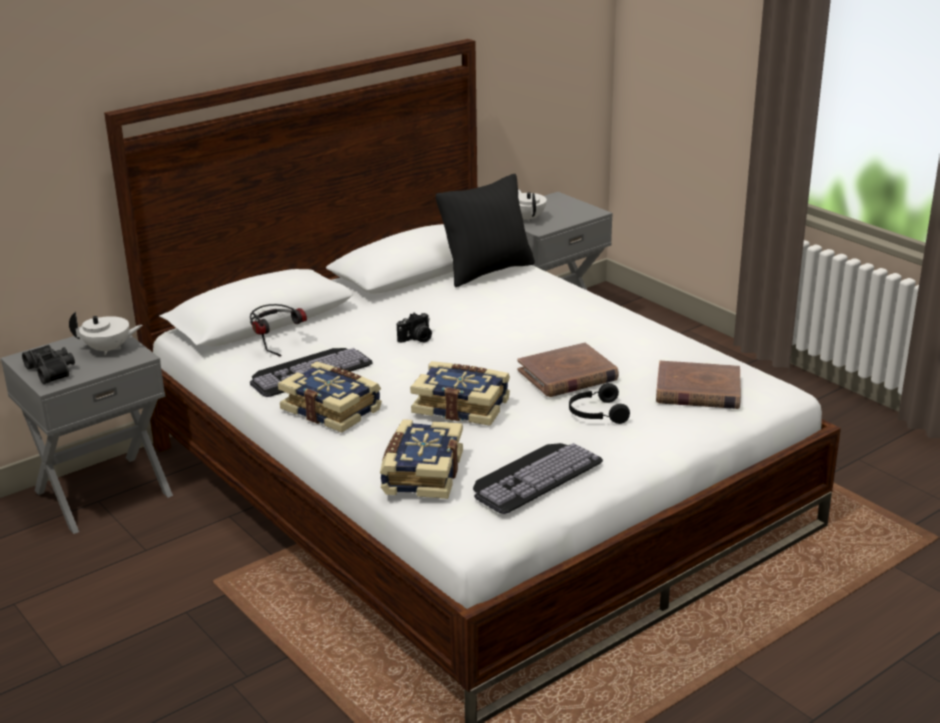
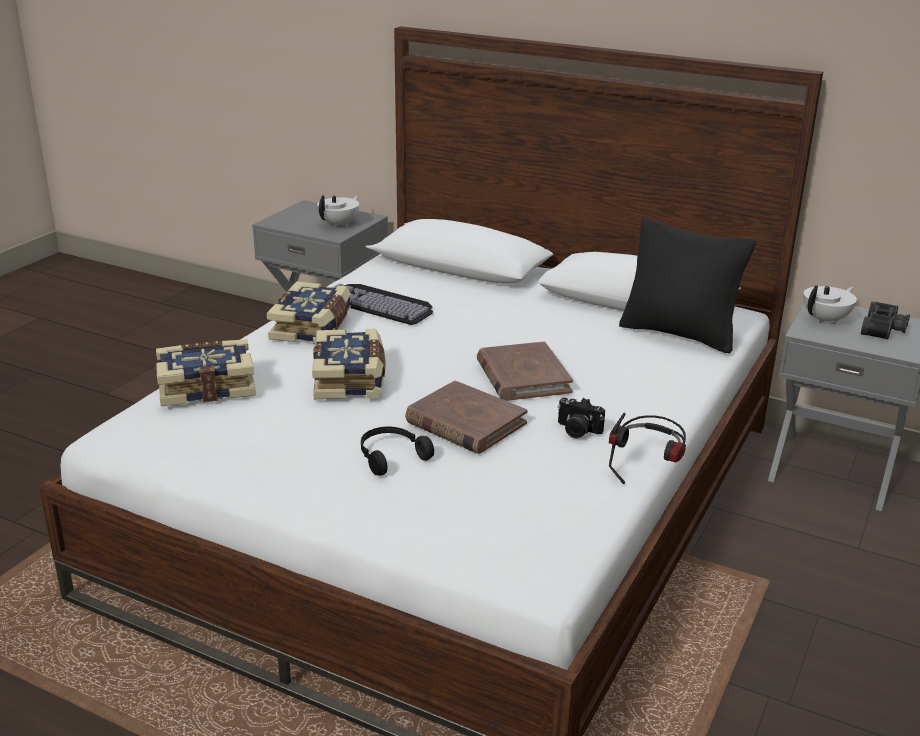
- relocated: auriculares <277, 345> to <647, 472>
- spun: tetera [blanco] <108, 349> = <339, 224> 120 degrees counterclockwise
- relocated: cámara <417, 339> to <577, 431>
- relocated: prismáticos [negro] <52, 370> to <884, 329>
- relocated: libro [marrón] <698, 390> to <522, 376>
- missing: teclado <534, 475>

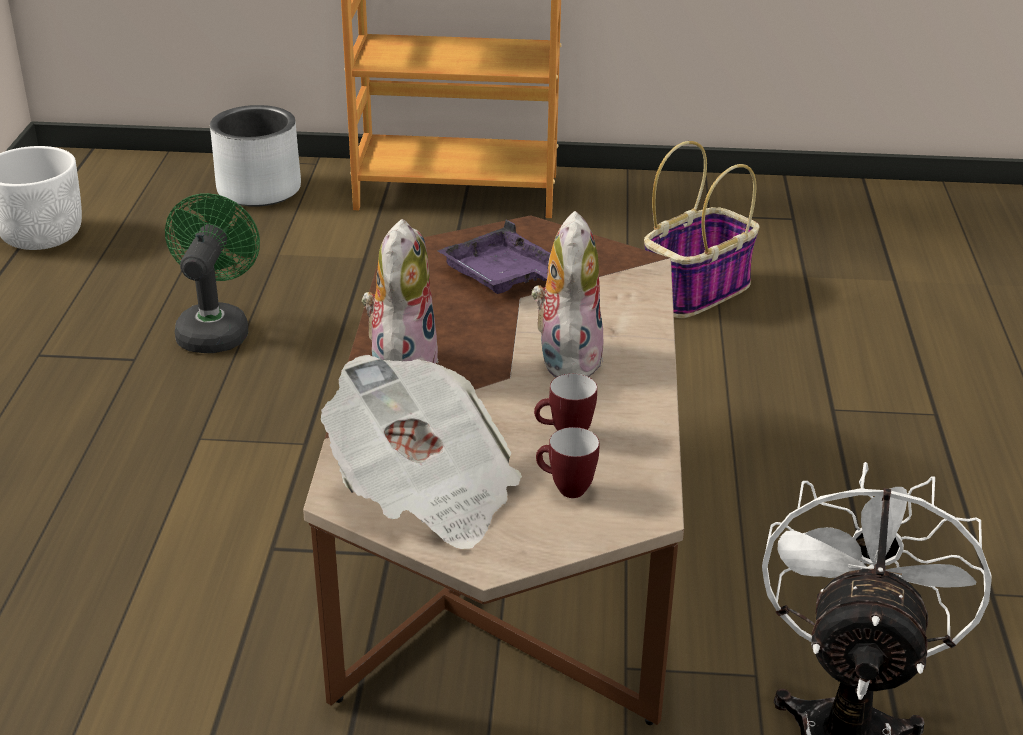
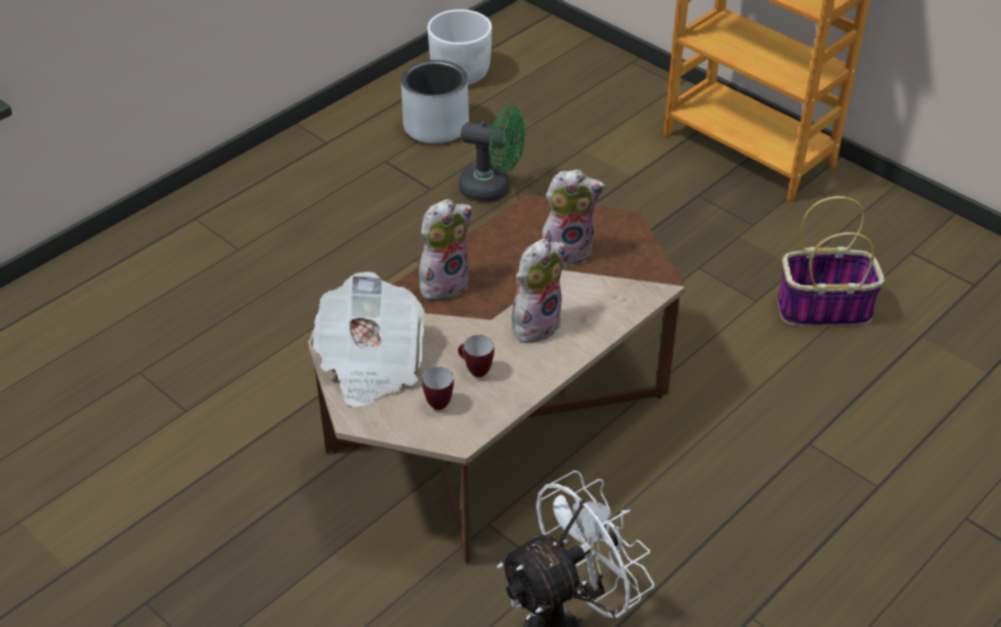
- relocated: maceta [gris] <259, 190> to <436, 126>
- spun: ventilador [verde] <215, 329> = <493, 189> 60 degrees clockwise
- exchanged: bandeja [morado] <503, 277> to peluche <567, 250>

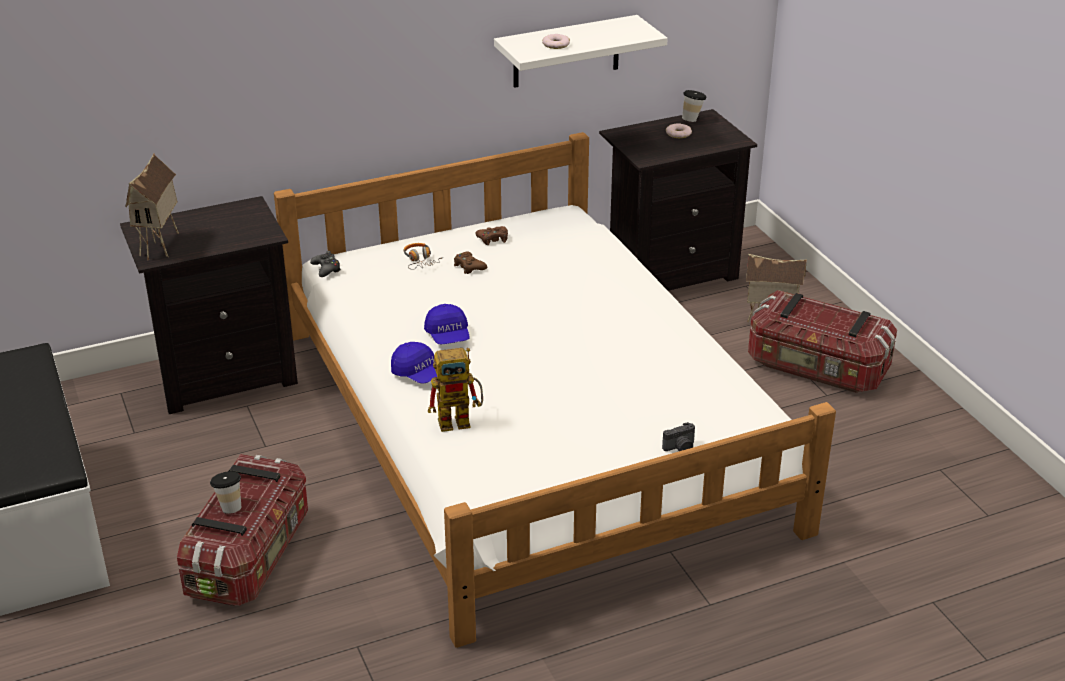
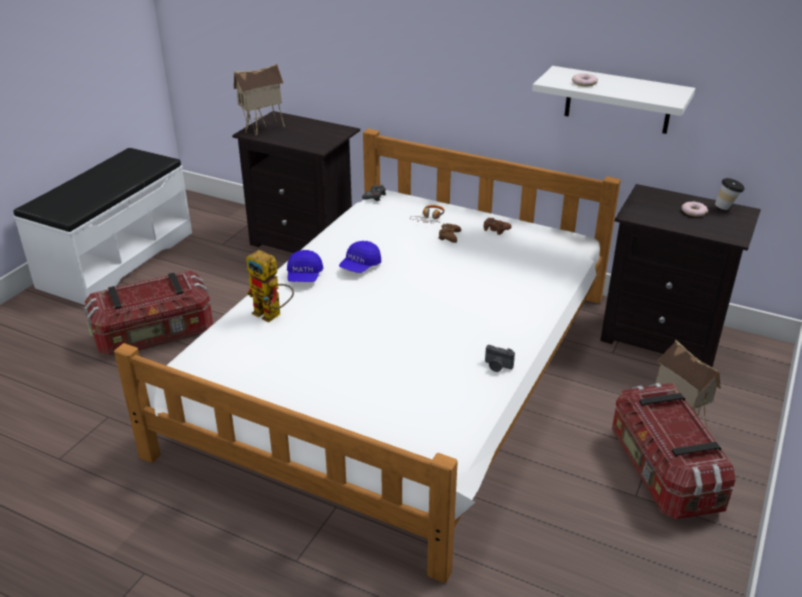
- relocated: cámara <680, 448> to <497, 366>
- missing: taza <229, 506>

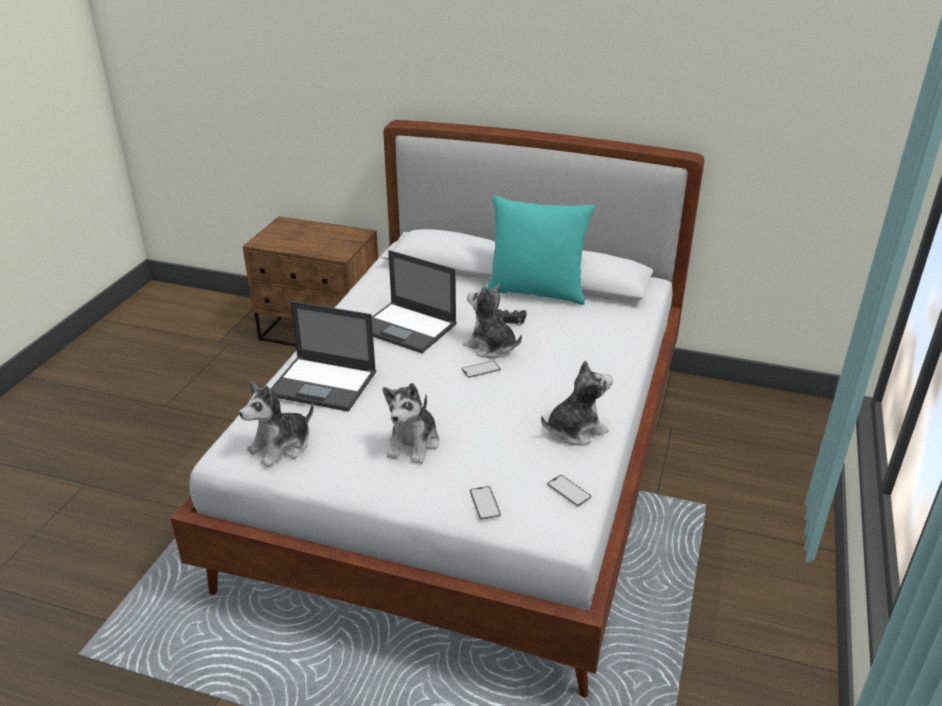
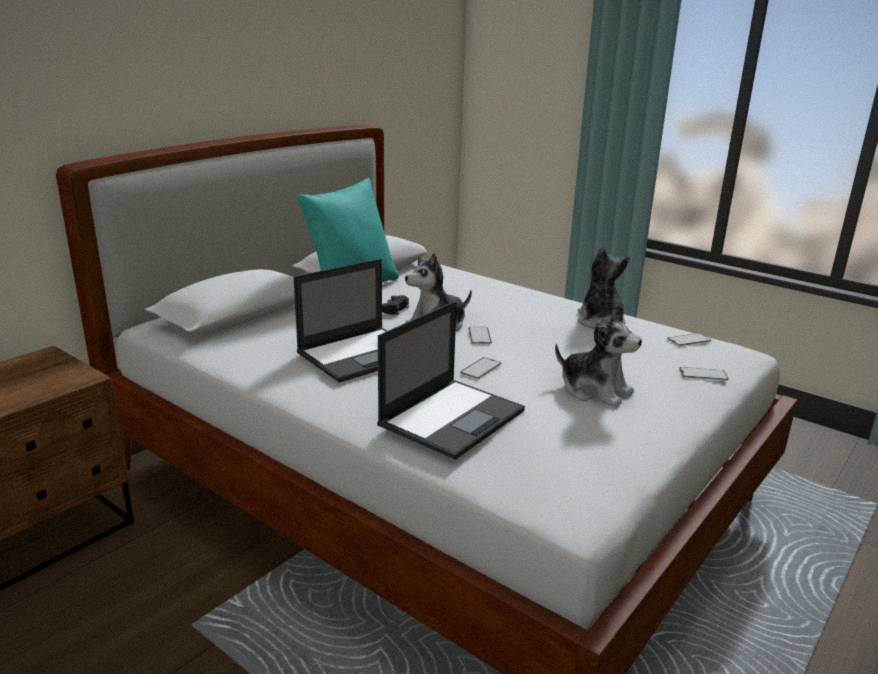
- missing: peluche <281, 447>
- appeared: móvil <481, 368>

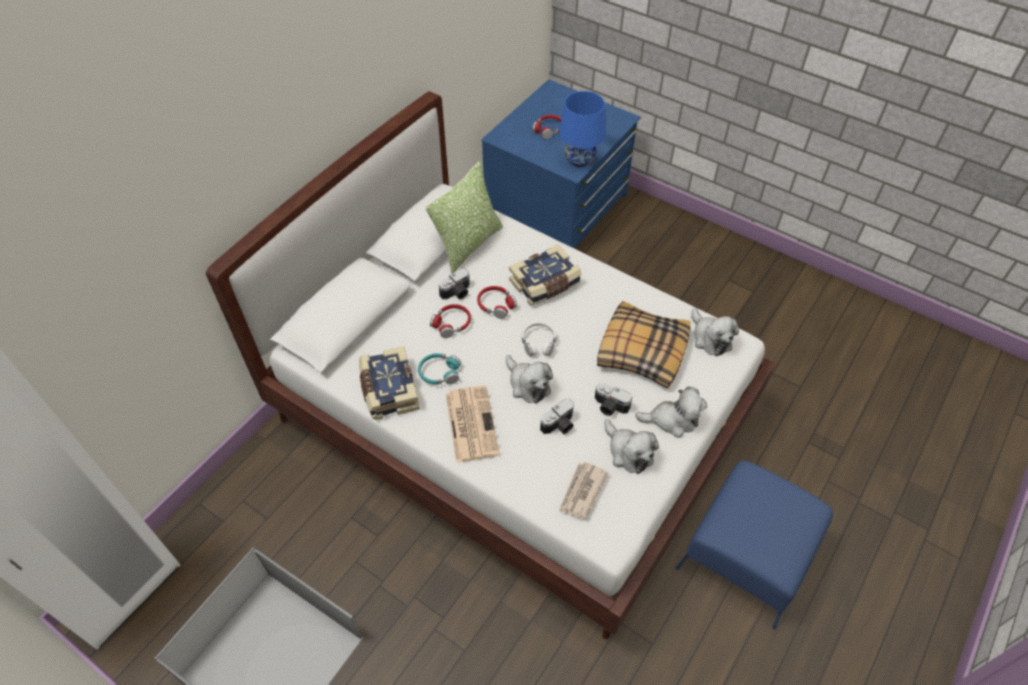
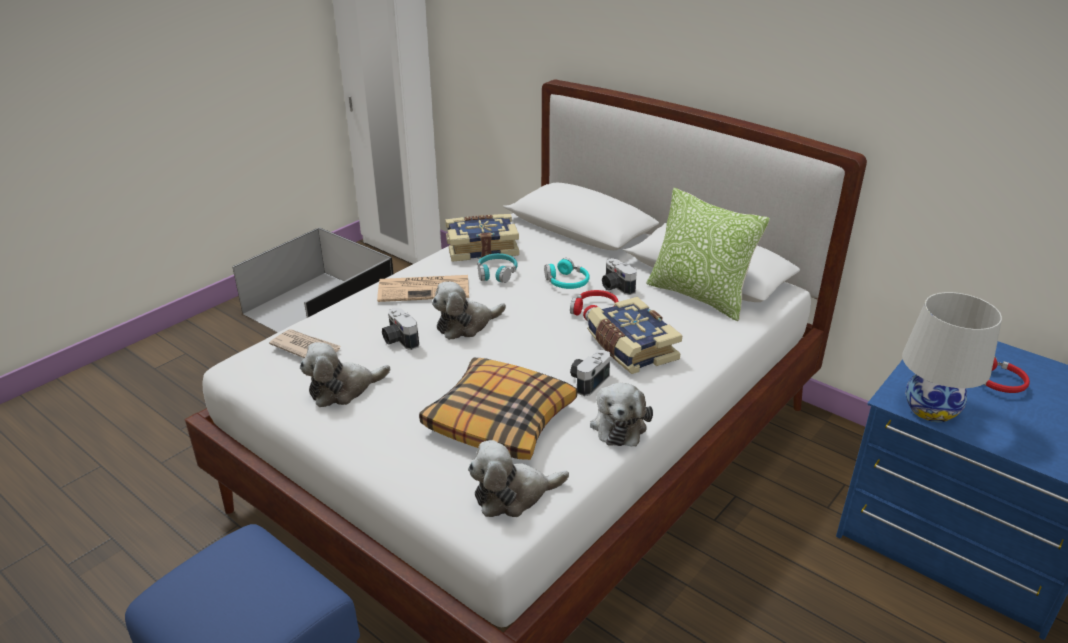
- colour: lámpara de mesa [azul] <579, 159> to lámpara de mesa [blanco] <931, 409>
- colour: auriculares [rojo] <451, 324> to auriculares [turquesa] <566, 282>
- missing: auriculares [blanco] <538, 342>
- relocated: cámara <610, 407> to <587, 380>
- relocated: peluche <672, 420> to <619, 424>

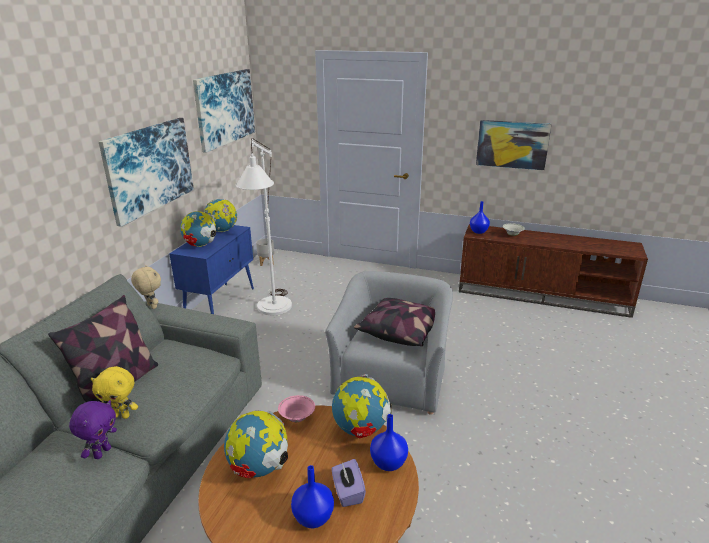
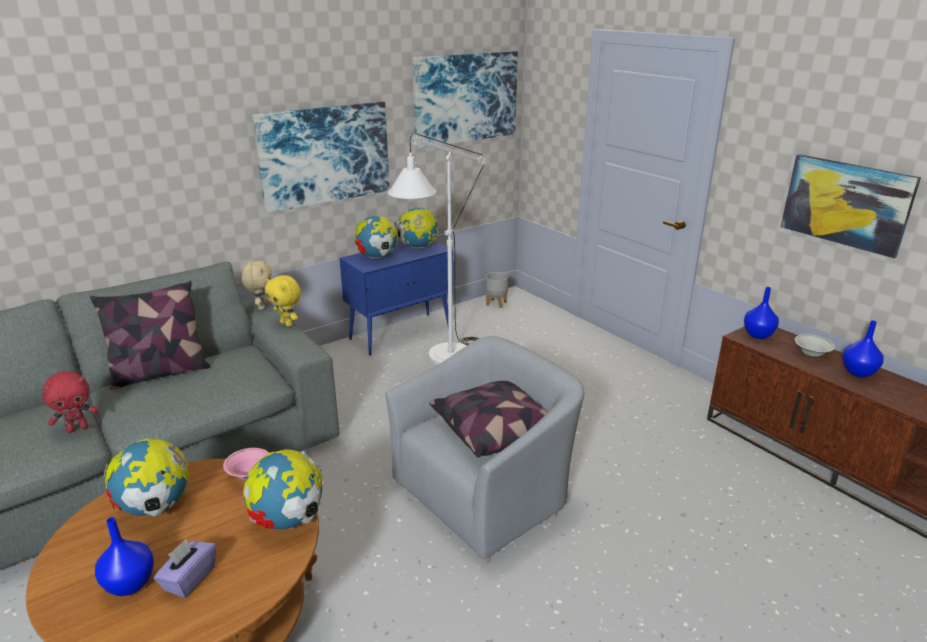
- relocated: peluche [amarillo] <122, 415> to <287, 324>
- colour: peluche [morado] <102, 452> to peluche [rojo] <78, 428>
- relocated: florero [azul] <388, 462> to <857, 372>

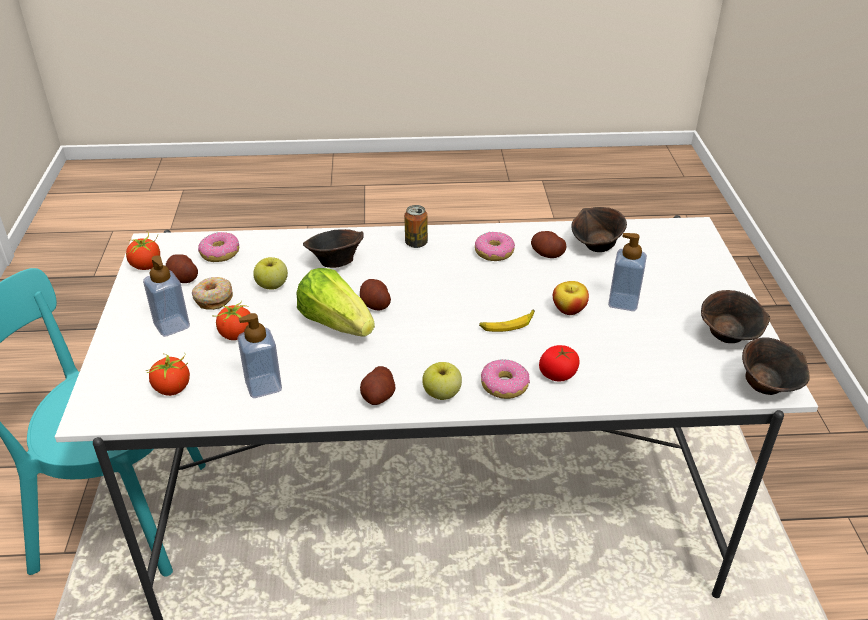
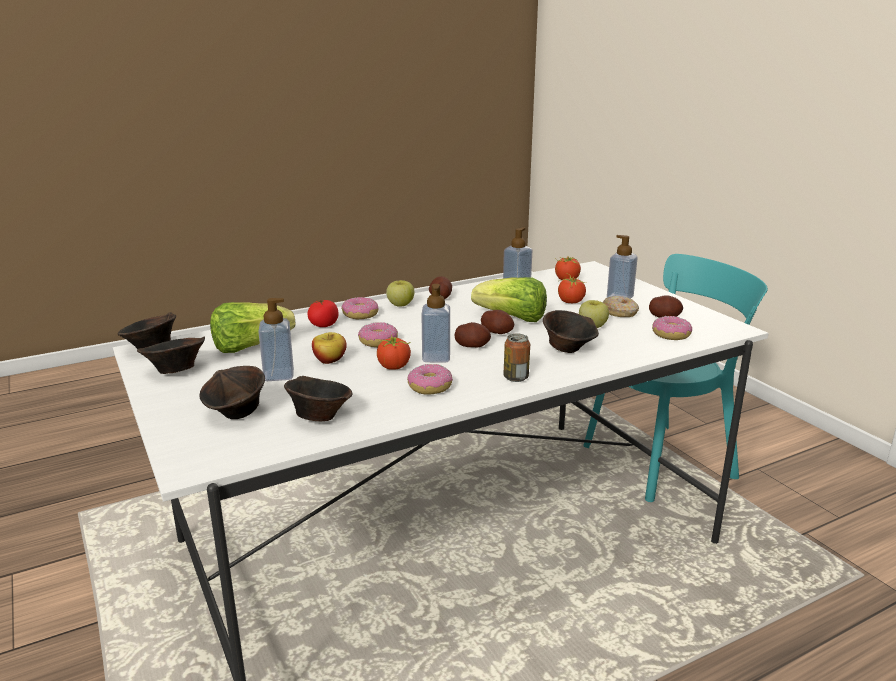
- relocated: tomate <146, 265> to <394, 367>
- relocated: patata <547, 254> to <472, 346>
- exchanged: plátano <507, 325> to rosquilla <378, 342>
- appeared: dispensador de jabón <436, 357>
- appeared: lechuga <250, 347>
- appeared: cuenco [marrón] <236, 413>

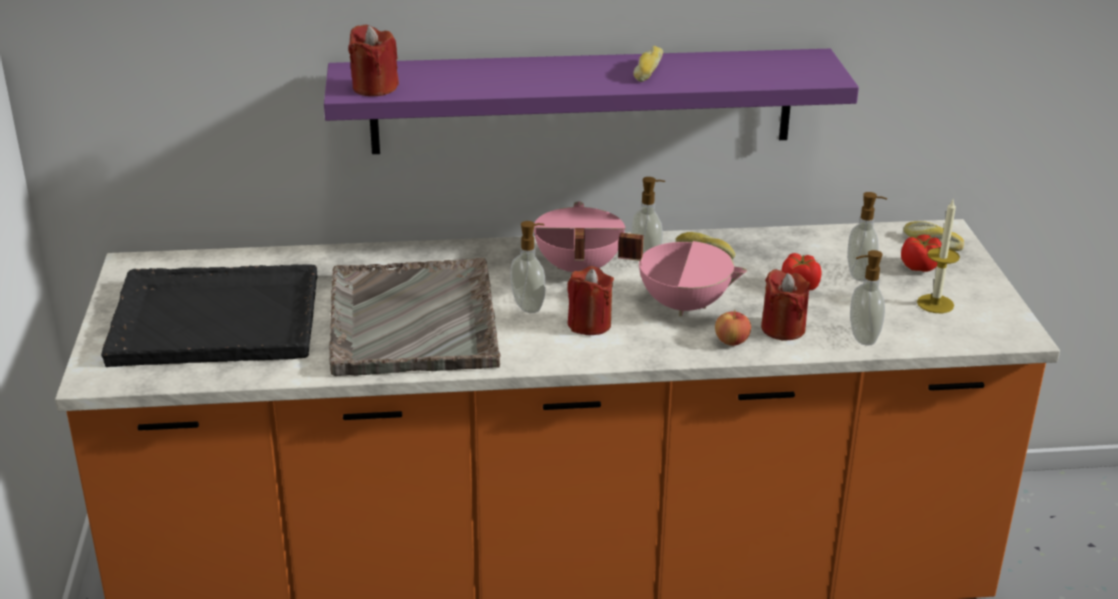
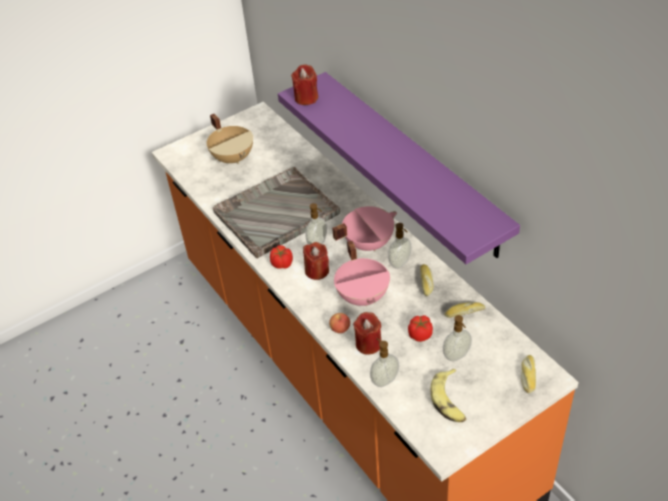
- relocated: pan <647, 71> to <464, 312>
- exchanged: vela <935, 304> to plátano <449, 401>
- relocated: tomate <920, 267> to <282, 263>
- exchanged: bandeja [negro] <213, 319> to olla [beis] <233, 157>

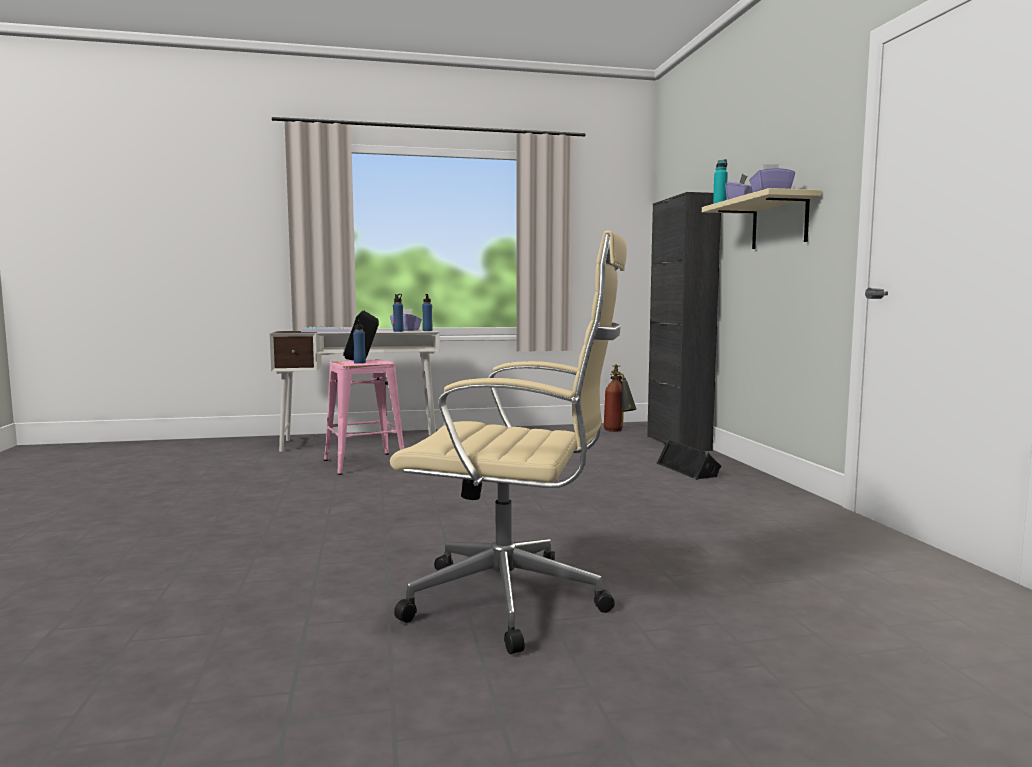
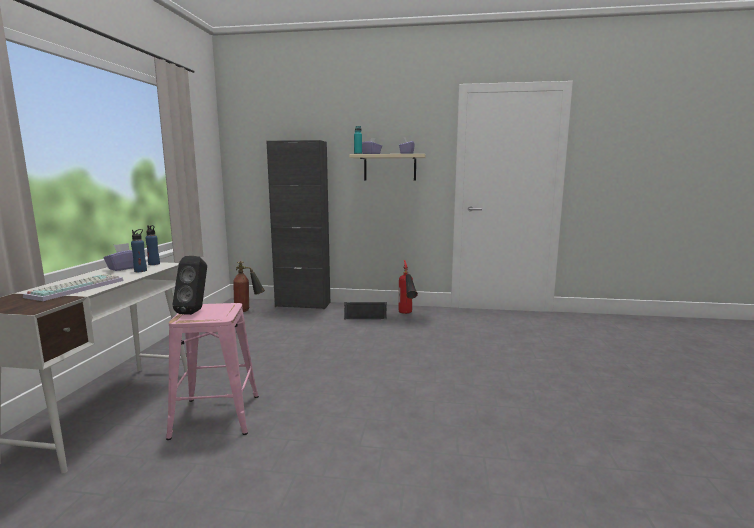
- missing: silla de oficina [beis] <515, 602>
- missing: botella [azul] <359, 363>
- appeared: extintor <407, 315>

